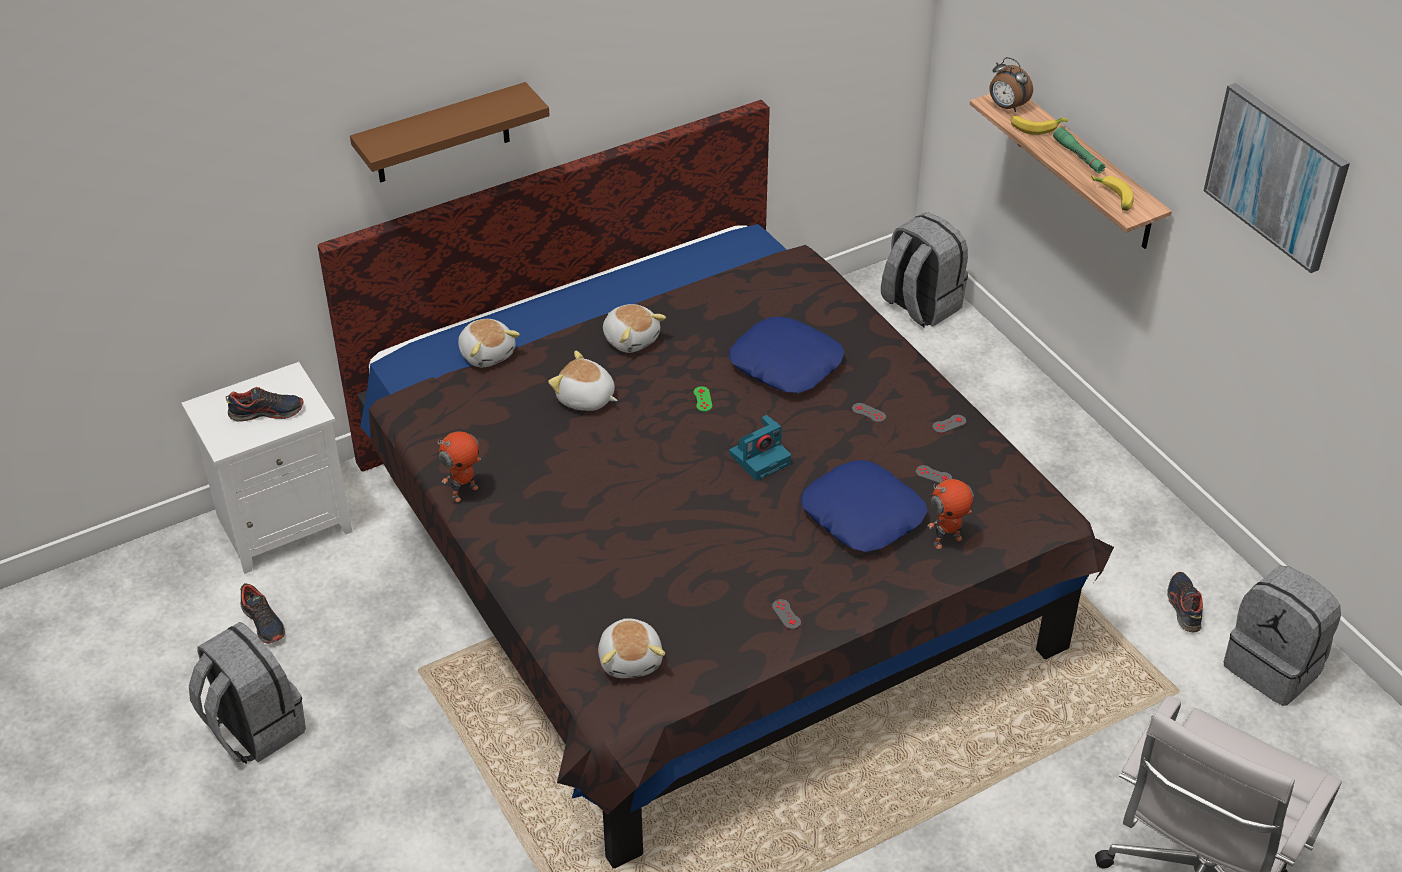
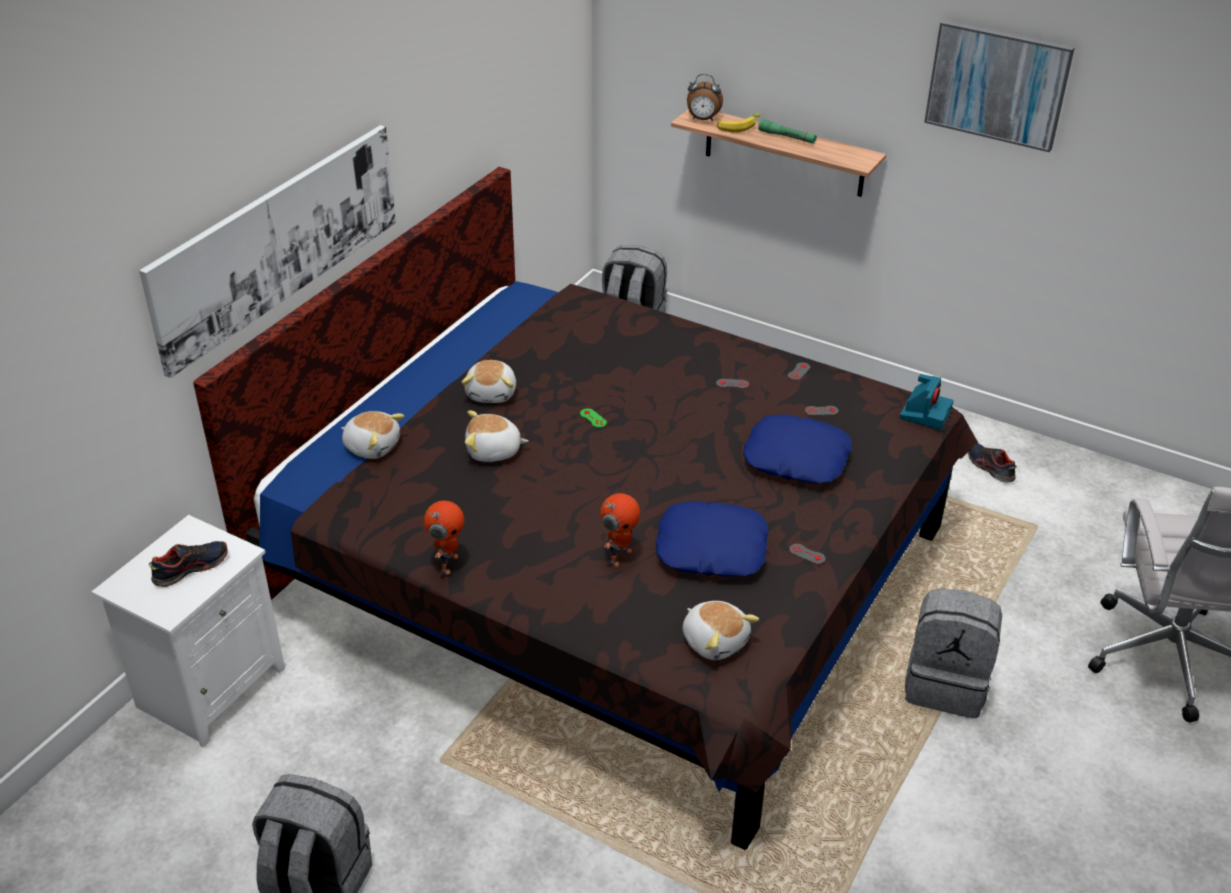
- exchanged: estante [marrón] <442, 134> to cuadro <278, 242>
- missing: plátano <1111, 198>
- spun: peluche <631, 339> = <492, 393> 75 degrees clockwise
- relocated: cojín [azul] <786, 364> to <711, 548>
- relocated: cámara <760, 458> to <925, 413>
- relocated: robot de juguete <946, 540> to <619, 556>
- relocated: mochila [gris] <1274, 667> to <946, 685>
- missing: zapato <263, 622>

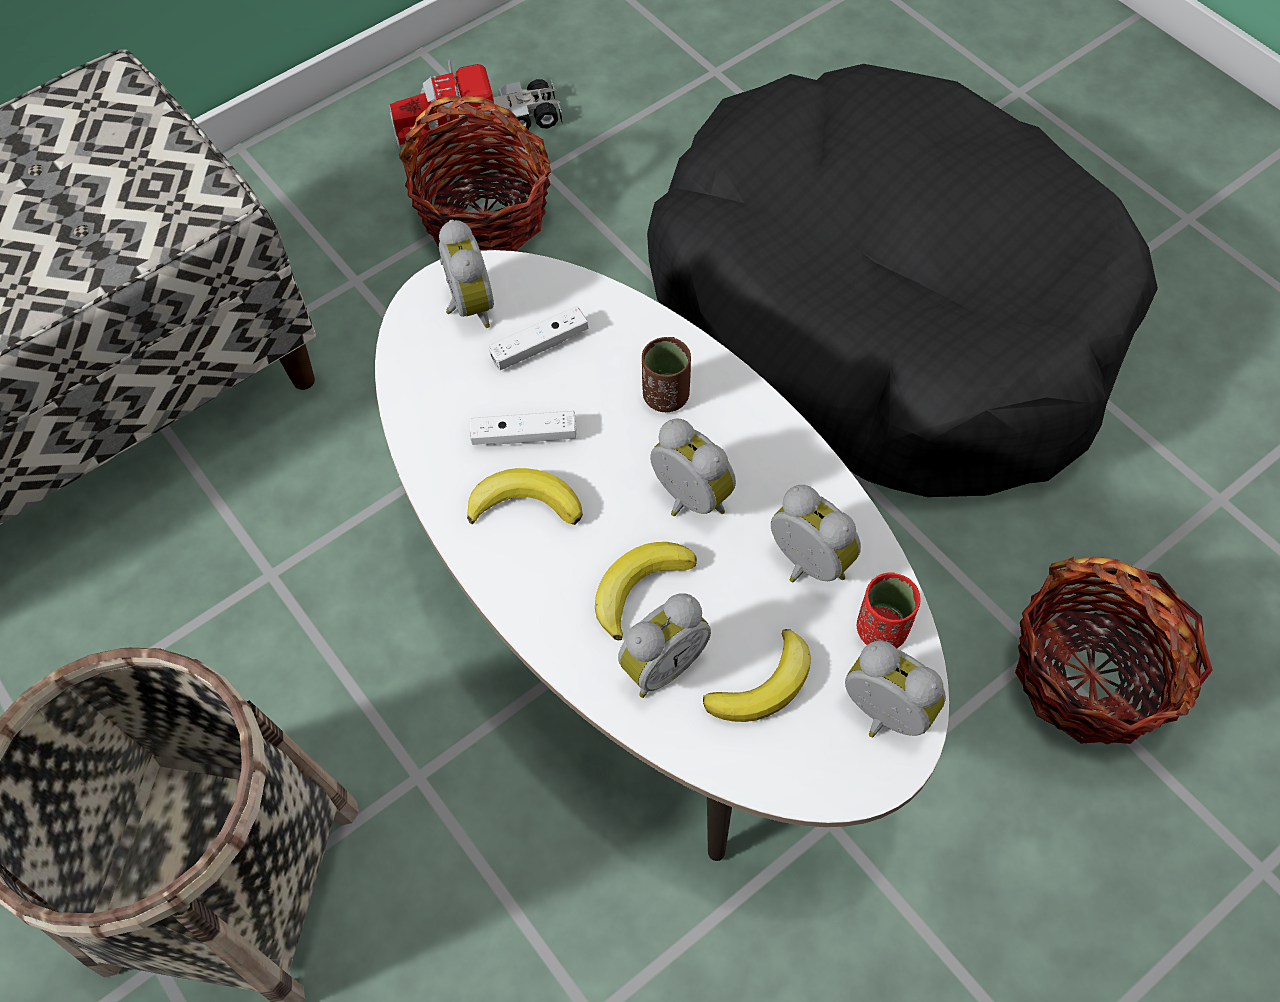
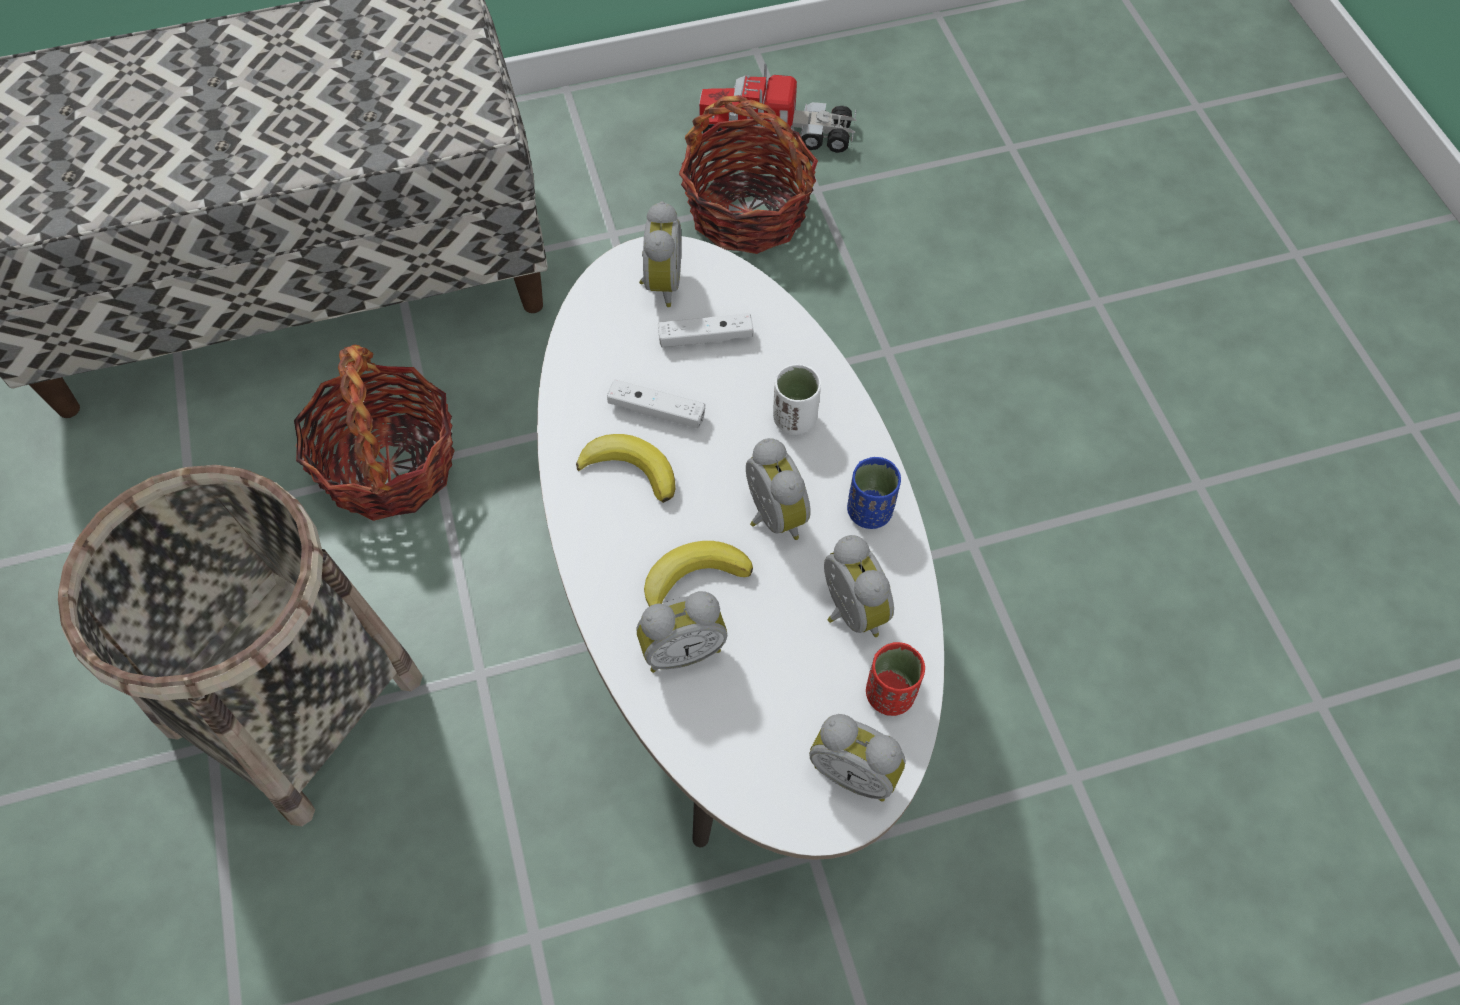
- missing: cama para perro [negro] <881, 317>
- colour: taza [marrón] <666, 396> to taza [blanco] <794, 419>
- relocated: cesta <1092, 674> to <389, 465>
- missing: plátano <763, 685>
- spun: despertador <883, 716> = <854, 771> 150 degrees clockwise
- appeared: taza [azul] <869, 511>

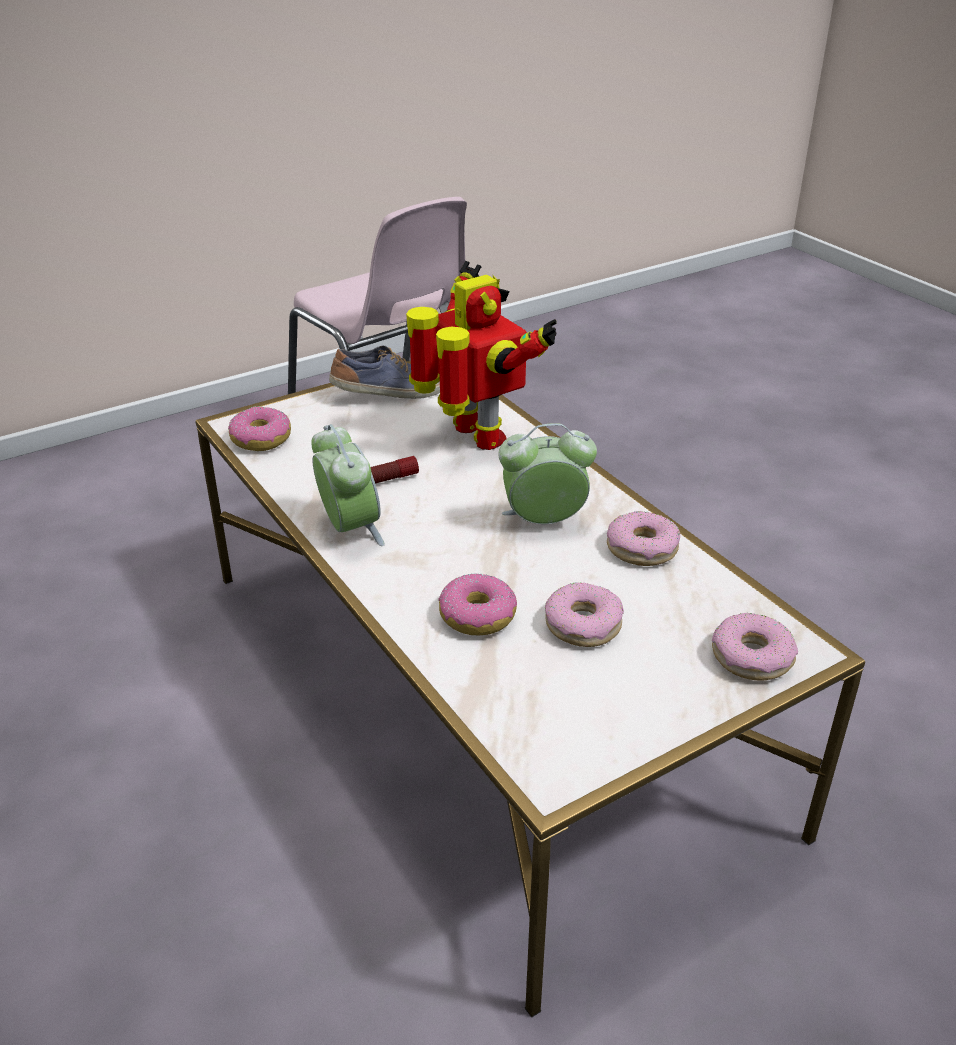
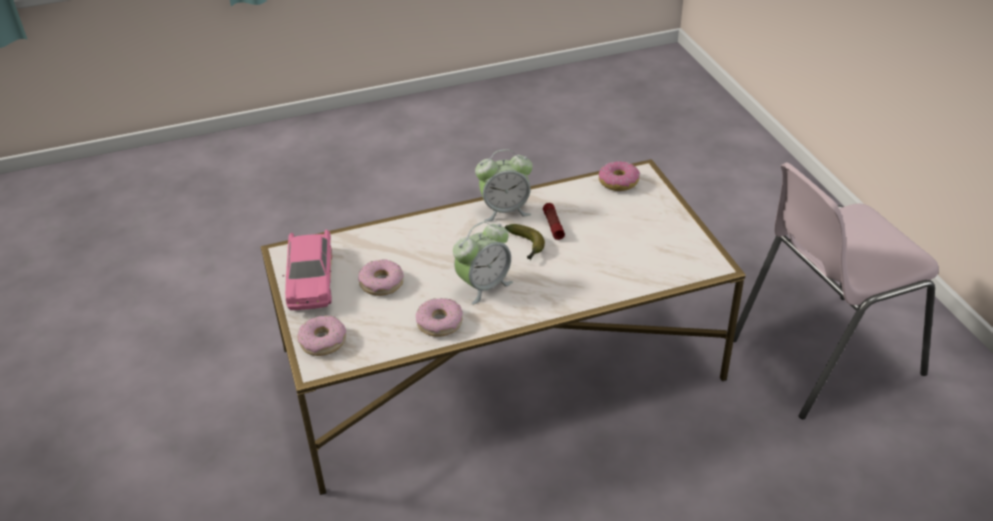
- missing: robot de juguete <475, 437>
- missing: zapato <391, 394>
- spun: despertador <544, 522> = <484, 286> 45 degrees clockwise
- missing: rosquilla <478, 616>
- appeared: plátano <526, 246>
- appeared: coche de juguete [rosa] <311, 279>

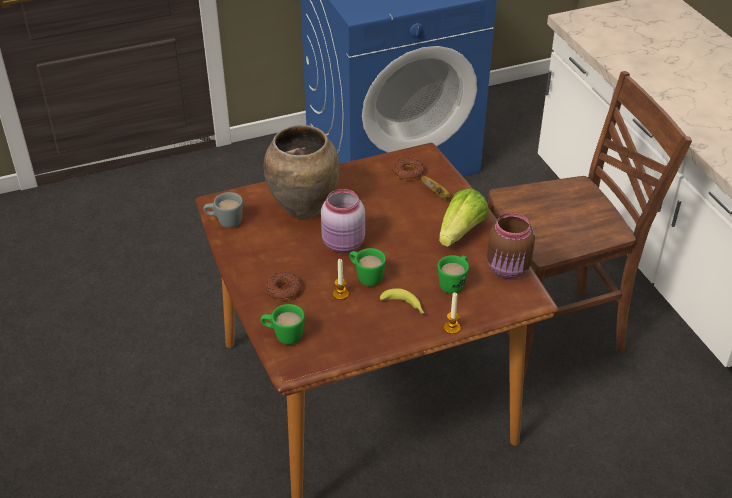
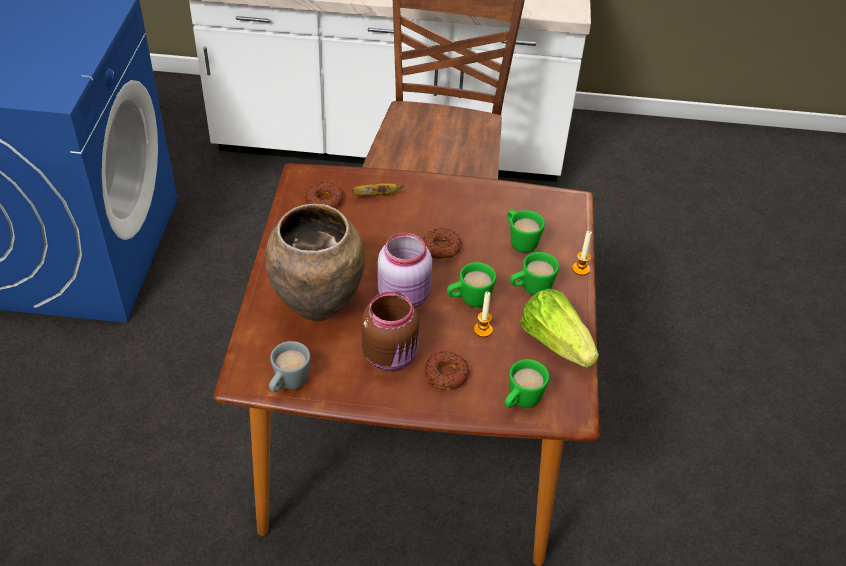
- relocated: lechuga <461, 232> to <555, 343>
- relocated: tarro [marrón] <508, 269> to <391, 356>
- exchanged: plátano <404, 306> to taza grande [verde] <530, 289>
- appeared: rosquilla <441, 248>

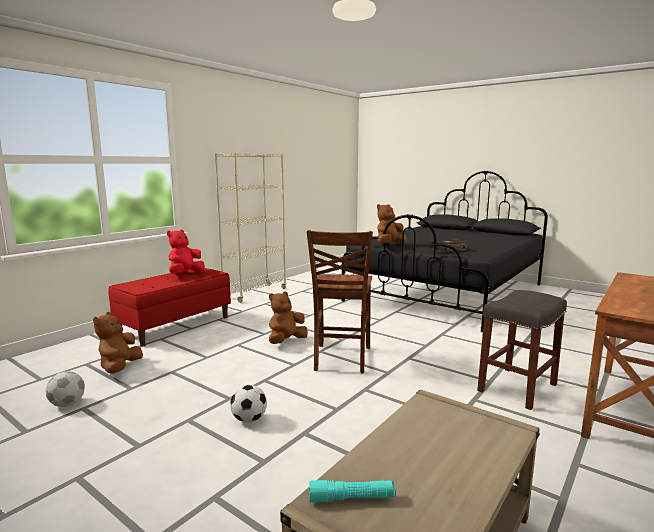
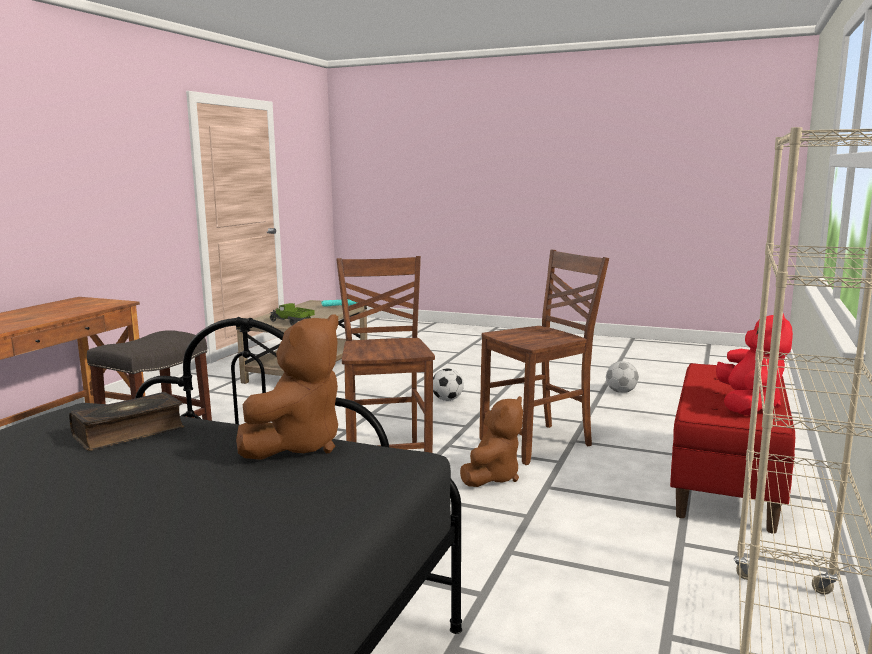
- missing: peluche [marrón] <120, 368>
- appeared: silla [marrón] <539, 443>
- appeared: camión de juguete <291, 322>

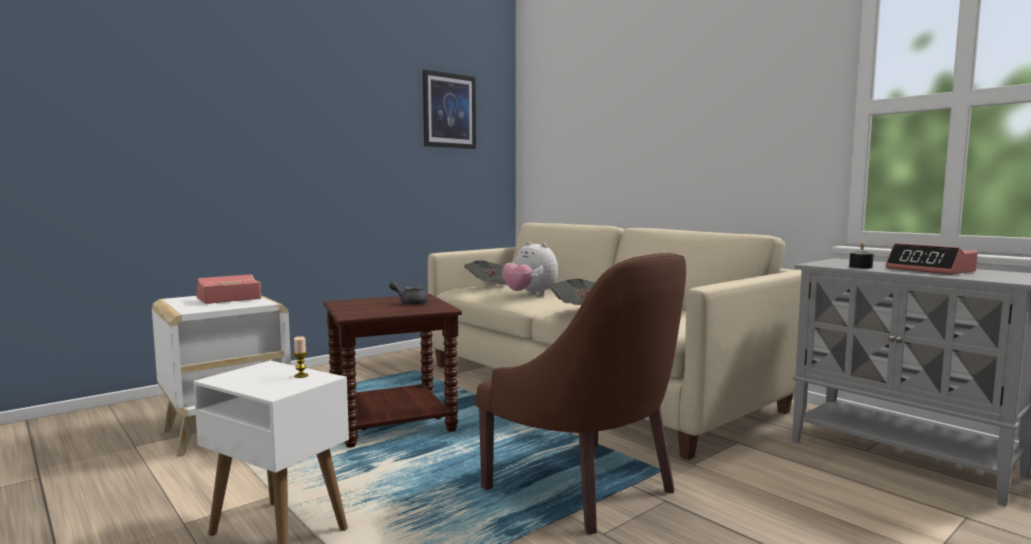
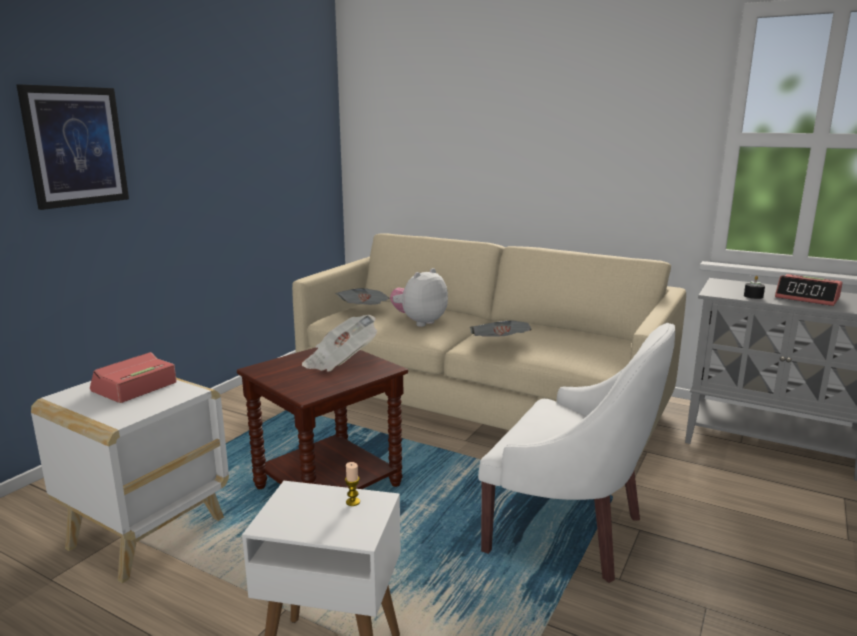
- relocated: cuadro <449, 111> to <75, 146>
- spun: peluche <530, 295> = <419, 322> 105 degrees clockwise
- colour: sillón [marrón] <587, 488> to sillón [blanco] <569, 530>
- exchanged: tetera [gris] <410, 303> to periódico <340, 362>

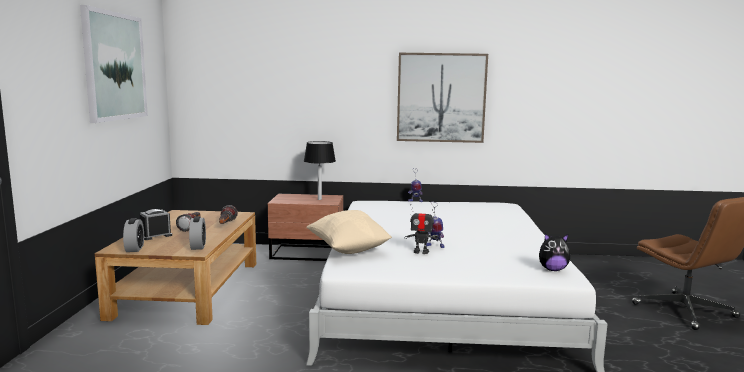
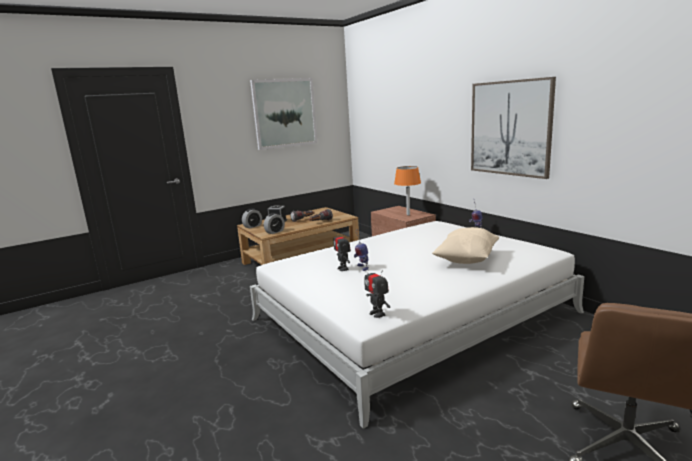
- colour: lámpara de mesa [negro] <319, 199> to lámpara de mesa [naranja] <408, 215>
- relocated: cojín [beis] <348, 249> to <466, 259>
- exchanged: peluche <552, 269> to robot de juguete <377, 313>

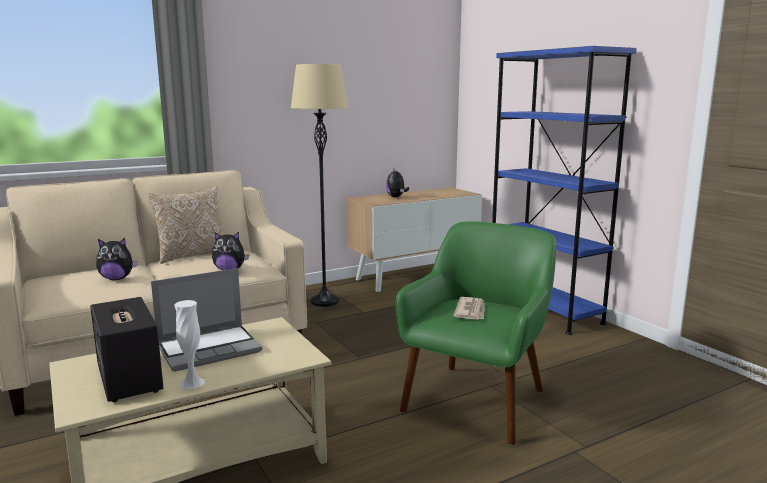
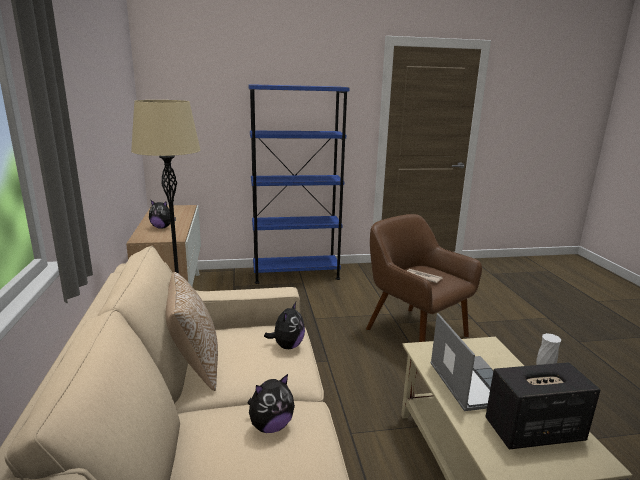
- colour: sillón [verde] <477, 400> to sillón [marrón] <414, 332>
- spun: peluche <117, 279> = <270, 426> 45 degrees clockwise

